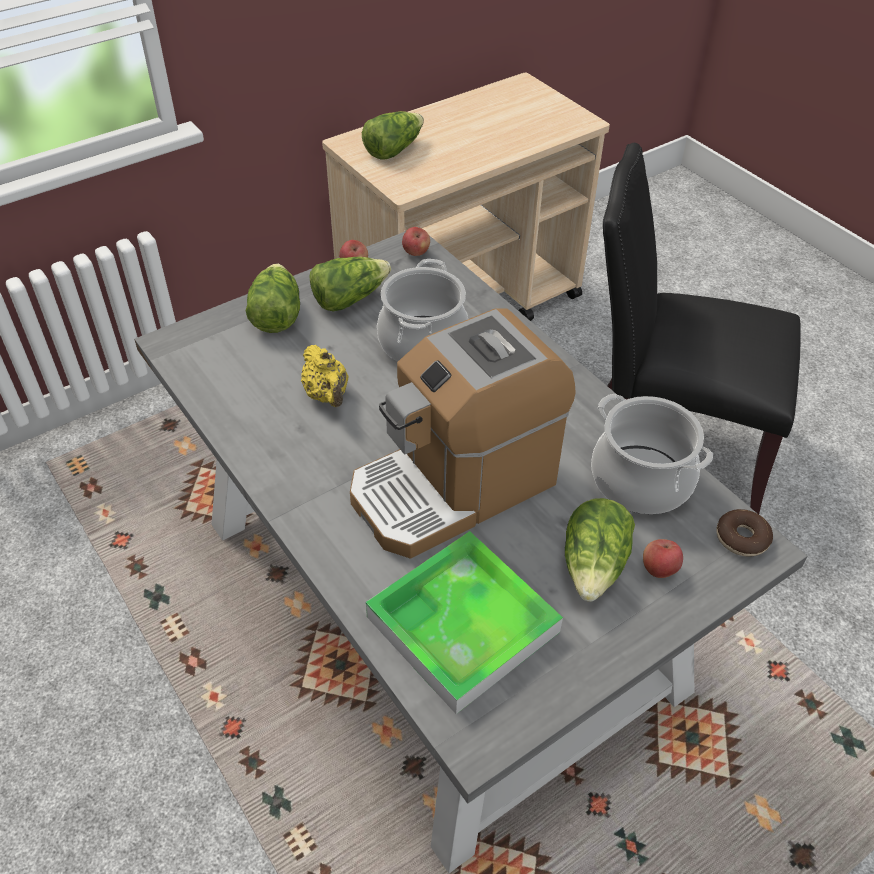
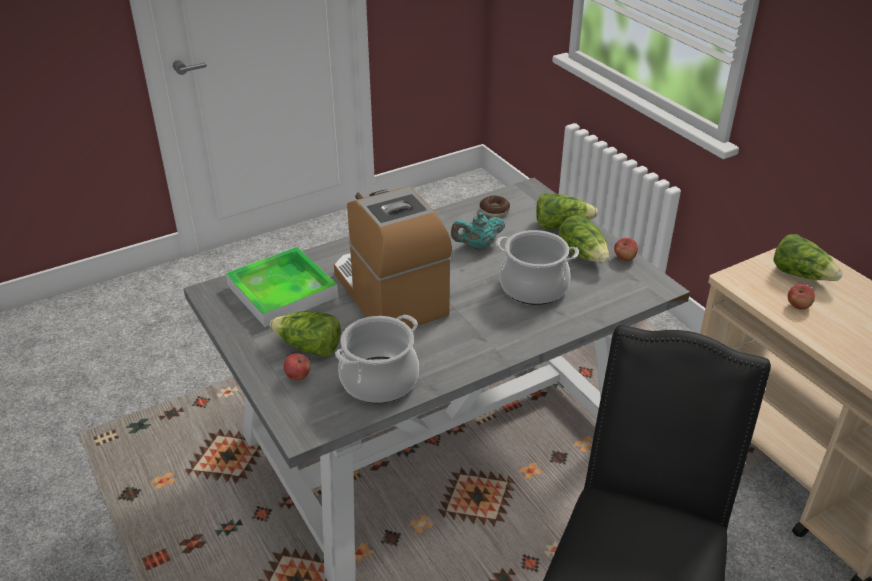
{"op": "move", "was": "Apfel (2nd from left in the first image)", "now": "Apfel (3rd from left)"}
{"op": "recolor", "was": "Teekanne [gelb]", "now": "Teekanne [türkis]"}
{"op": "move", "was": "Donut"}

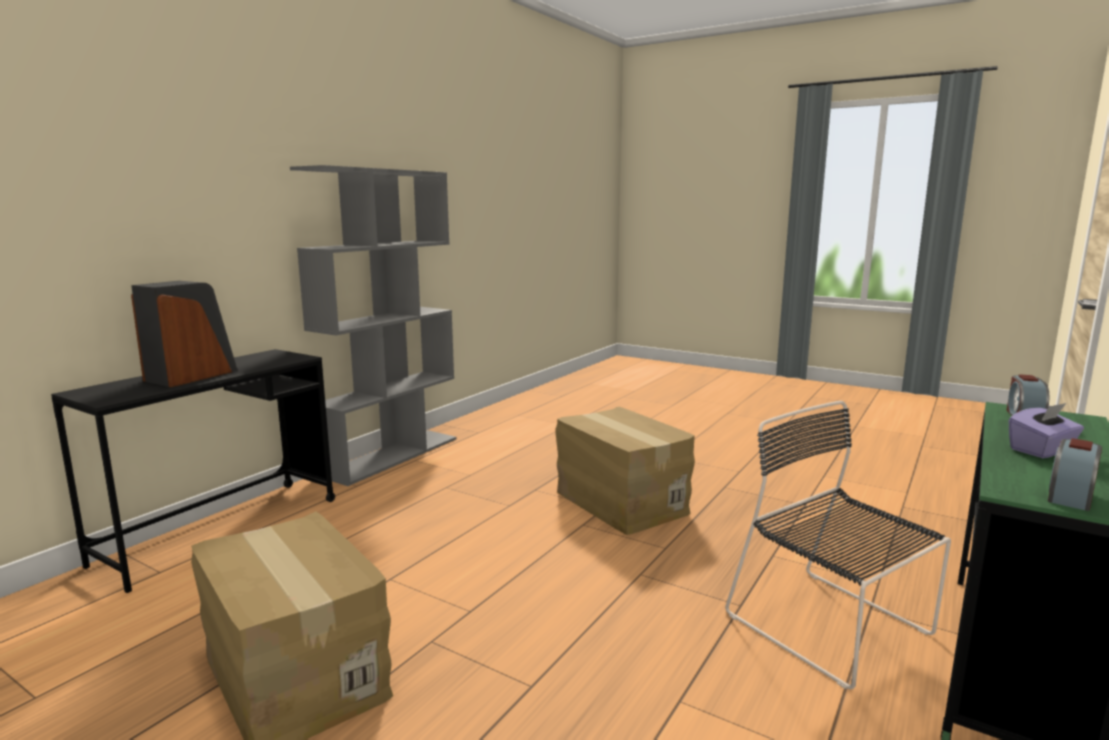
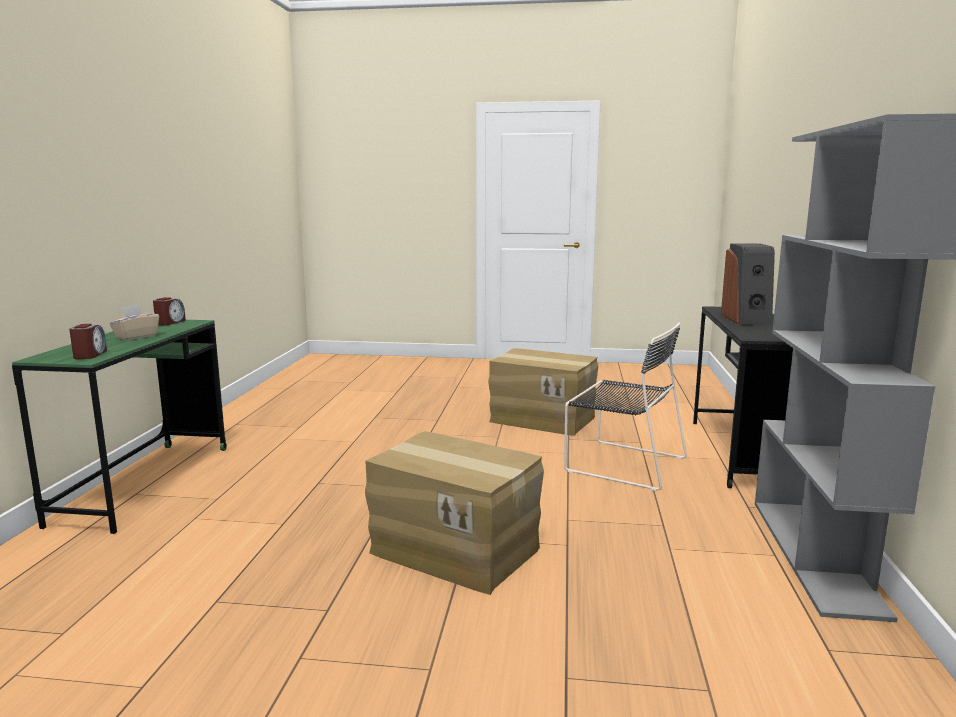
{"op": "move", "was": "Stuhl [schwarz]"}
{"op": "recolor", "was": "Taschentuchbox [lila]", "now": "Taschentuchbox [beige]"}

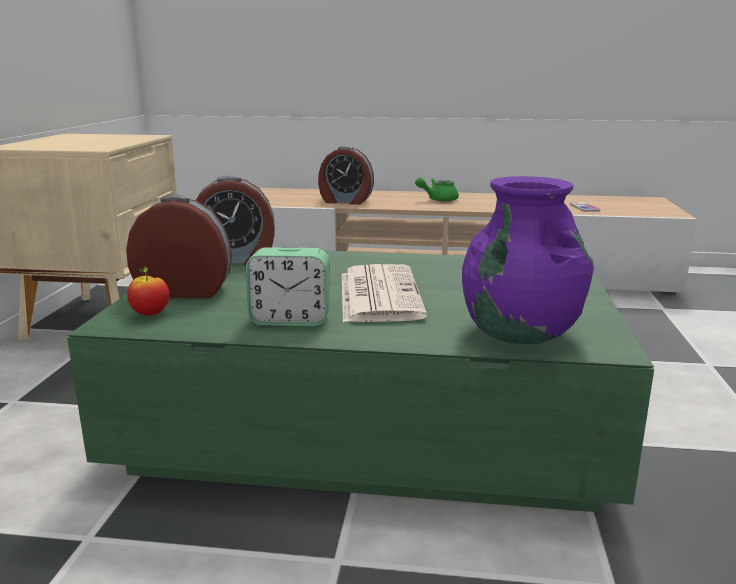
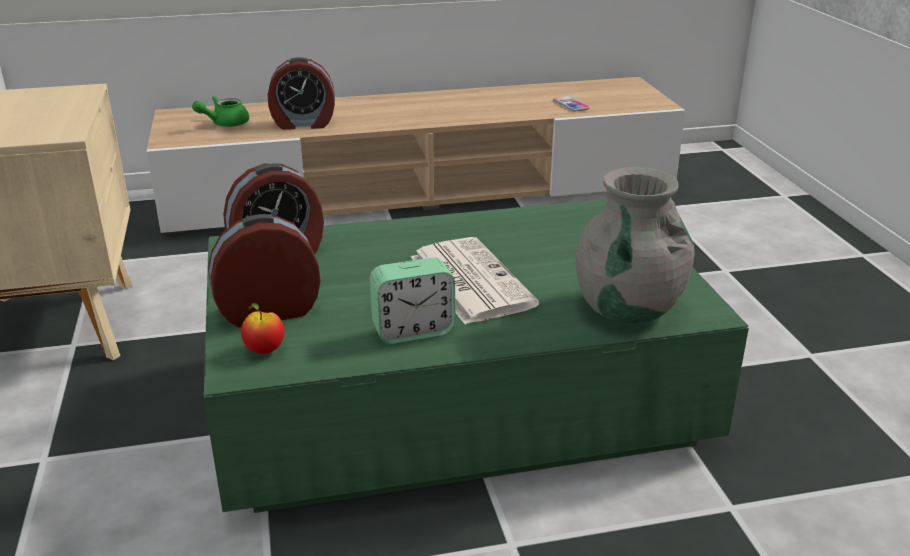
{"op": "recolor", "was": "Vase [lila]", "now": "Vase [grau]"}
{"op": "move", "was": "Teekanne [grün]"}

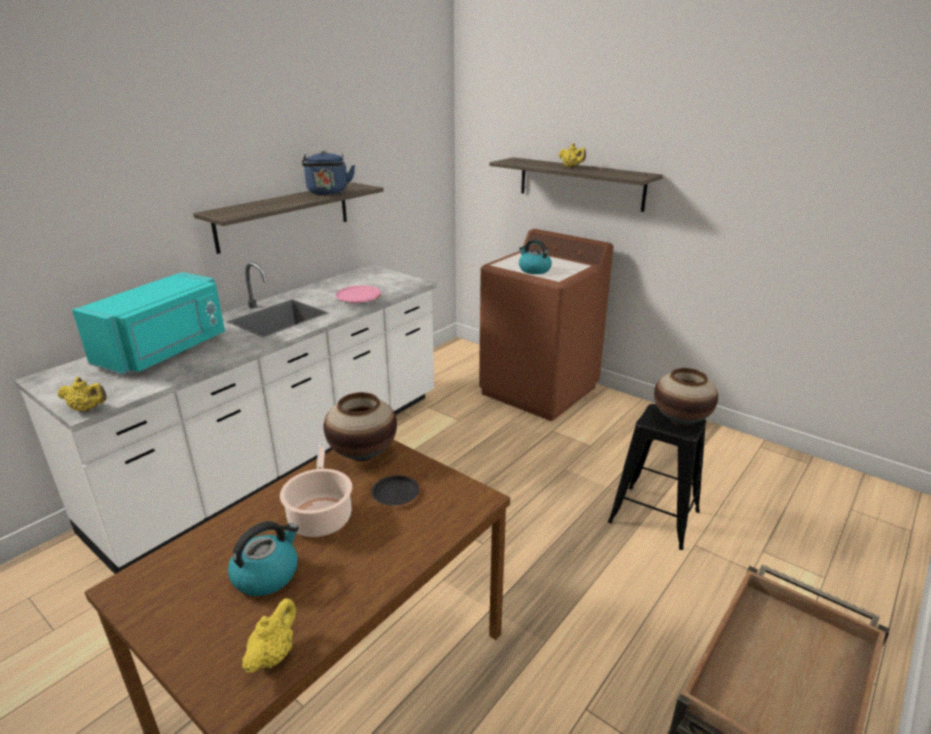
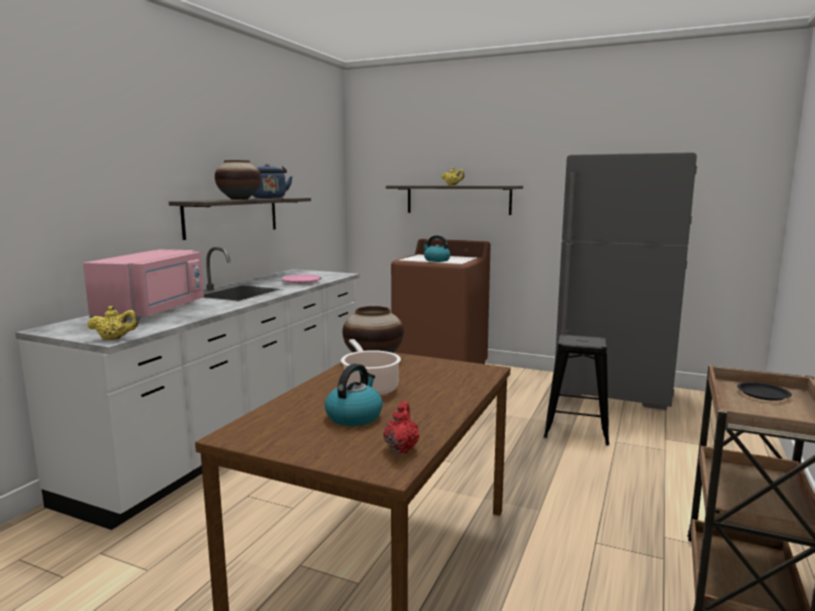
{"op": "recolor", "was": "Mikrowelle [türkis]", "now": "Mikrowelle [rosa]"}
{"op": "move", "was": "Vase (2nd from left in the first image)", "now": "Vase (1st from left)"}
{"op": "move", "was": "Teller [schwarz]"}
{"op": "recolor", "was": "Teekanne [gelb] (2nd from left)", "now": "Teekanne [rot]"}
{"op": "insert", "now": "Kühlschrank [grau]"}

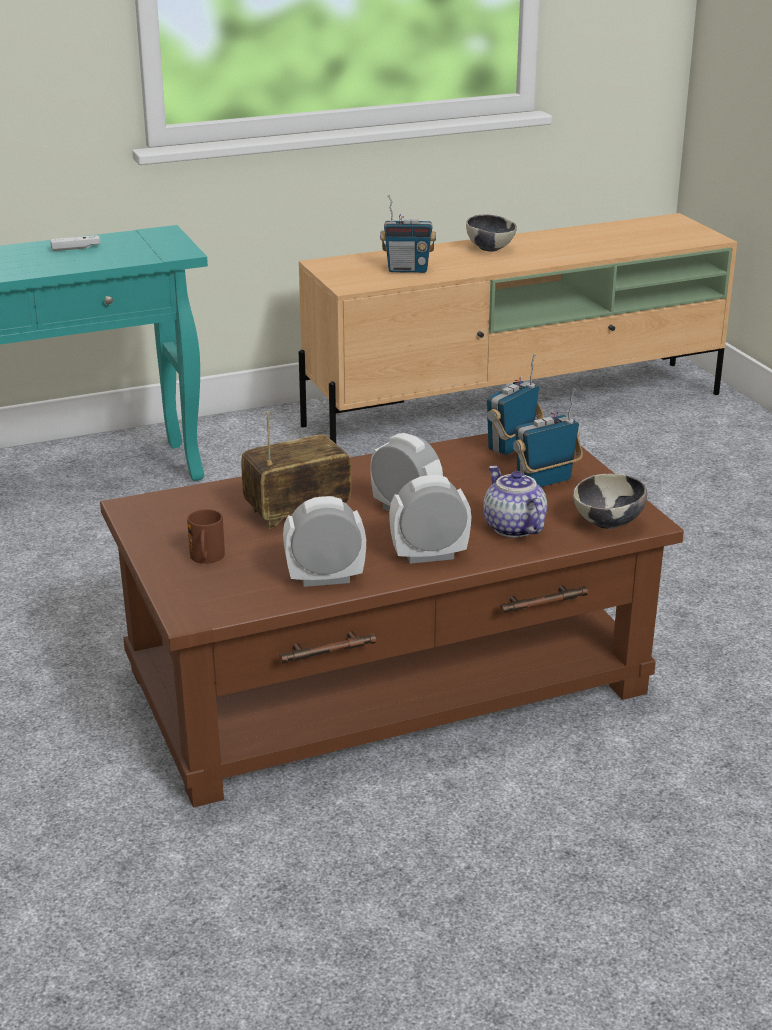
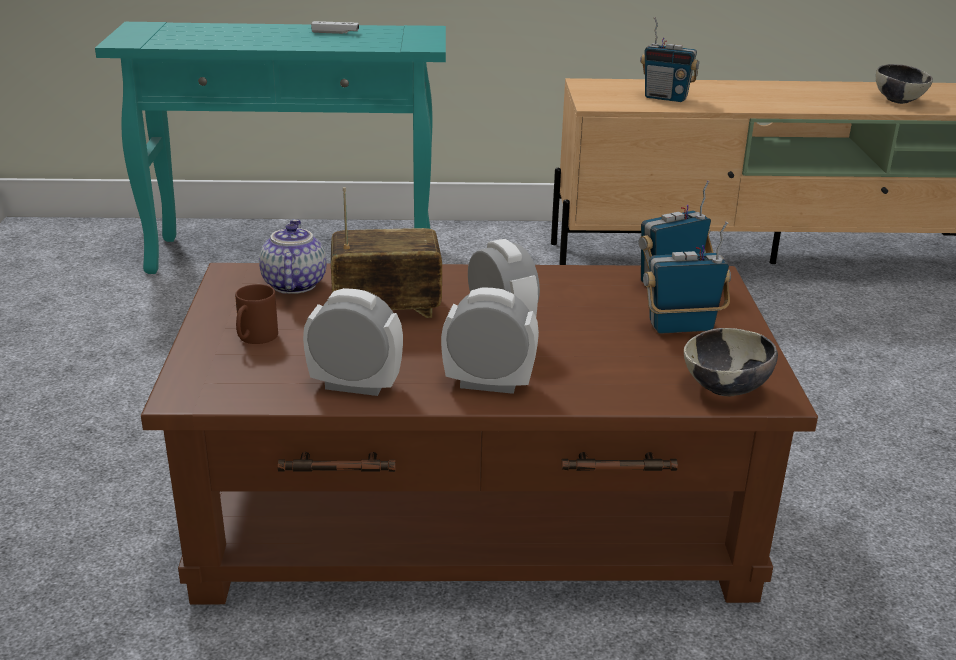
{"op": "move", "was": "Schüssel (1st from left in the first image)", "now": "Schüssel (2nd from left)"}
{"op": "move", "was": "Teekanne"}

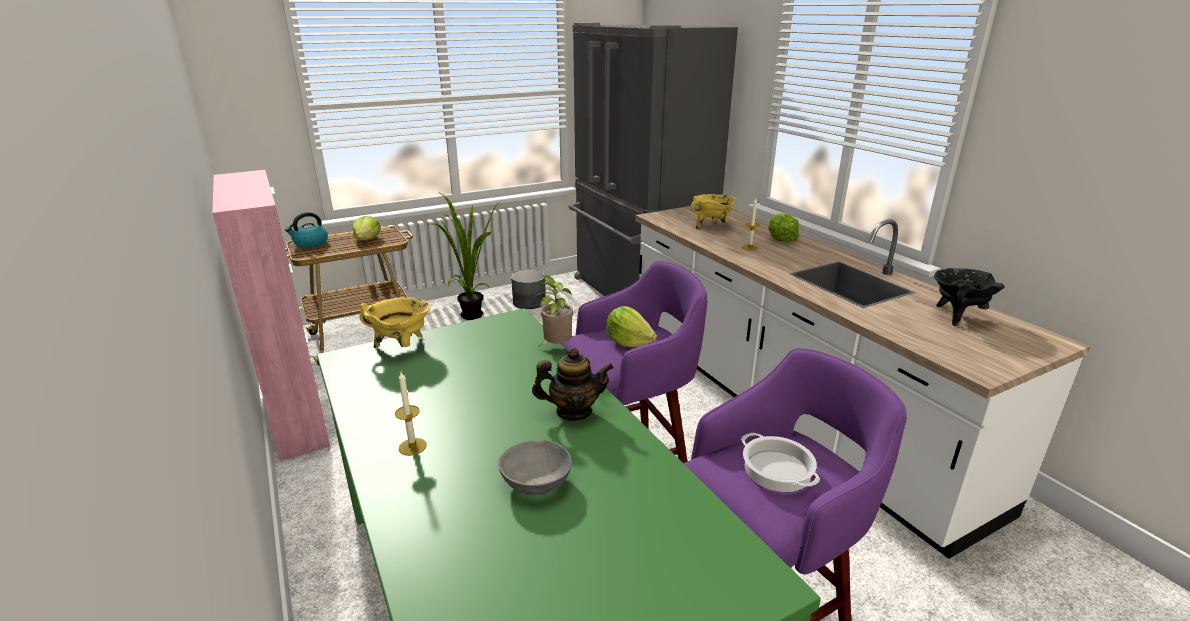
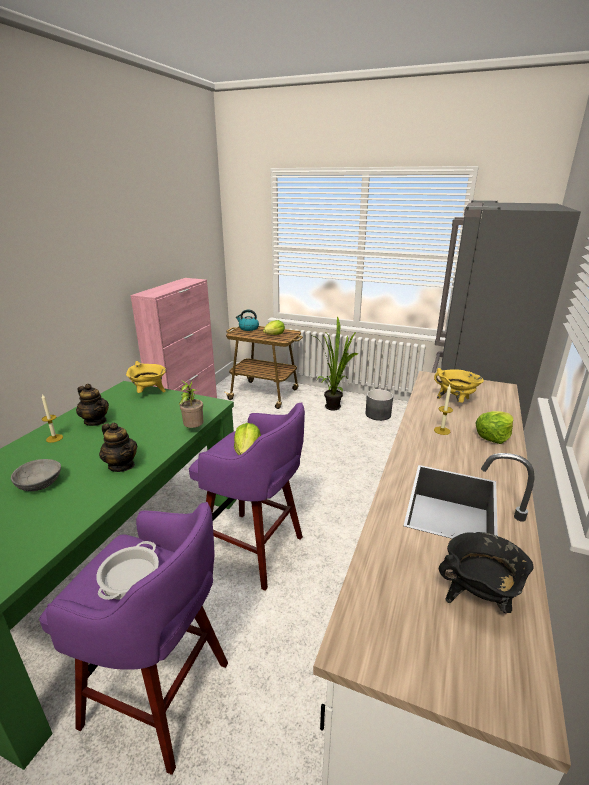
{"op": "insert", "now": "Teekanne (1st from left)"}

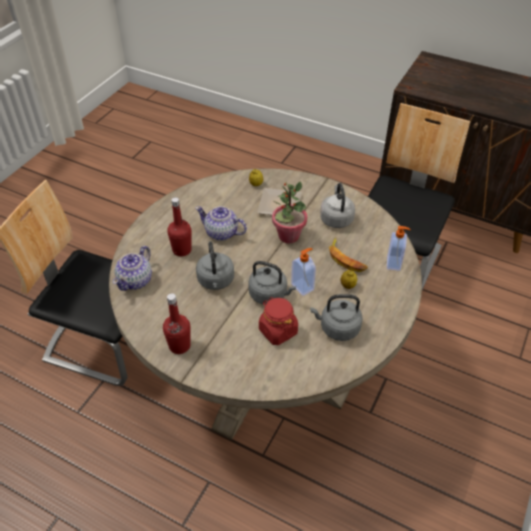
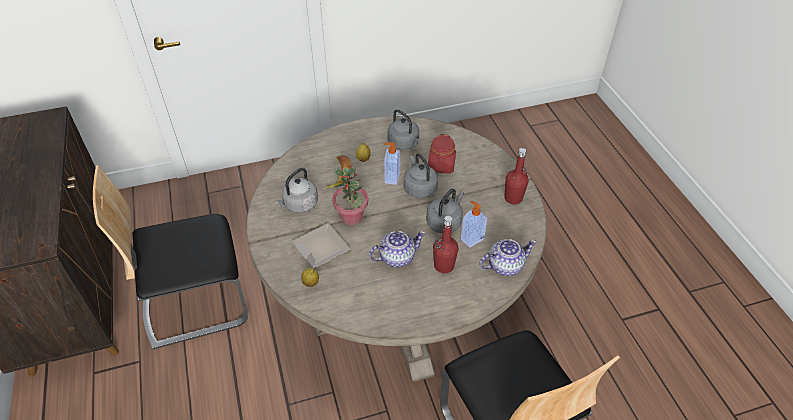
{"op": "rotate", "was": "Teekanne (2nd from left in the first image)", "clockwise": -90}
{"op": "move", "was": "Seifenspender (2nd from left)"}

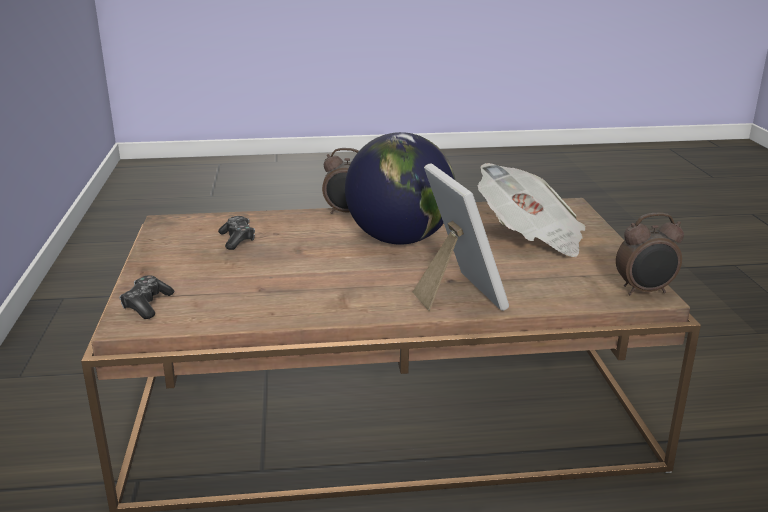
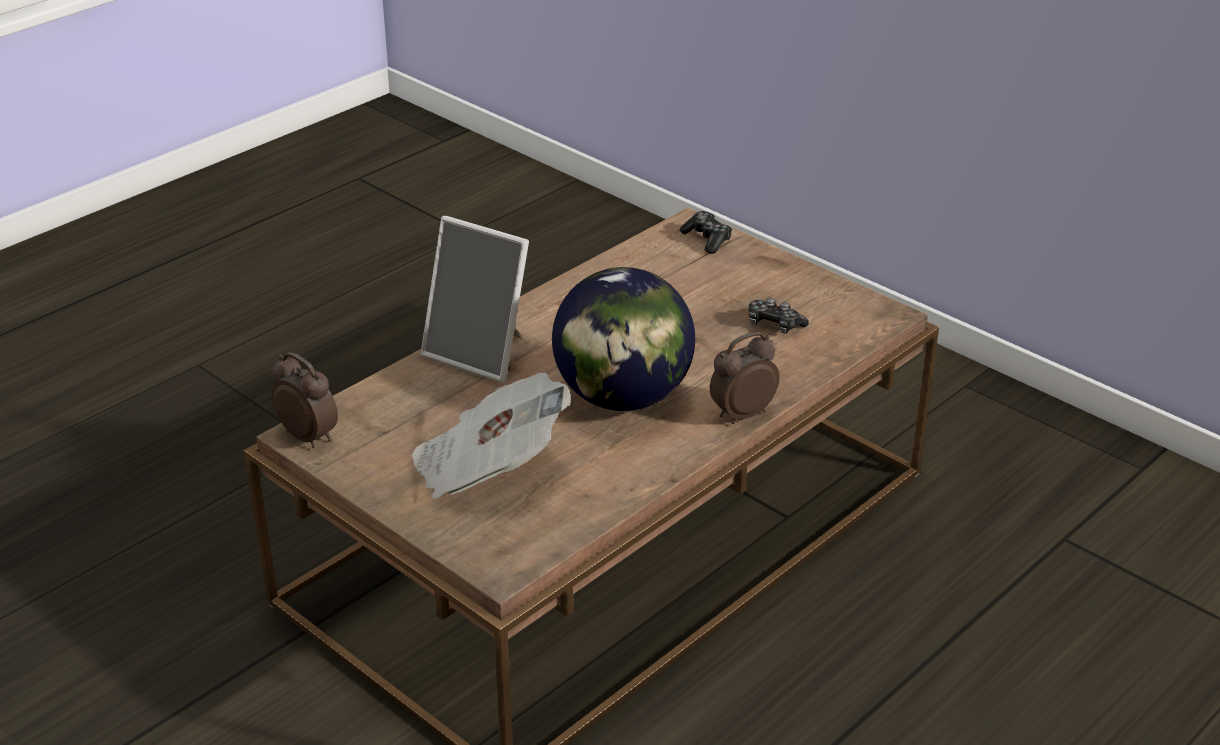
{"op": "rotate", "was": "Wecker (2nd from left in the first image)", "clockwise": 90}

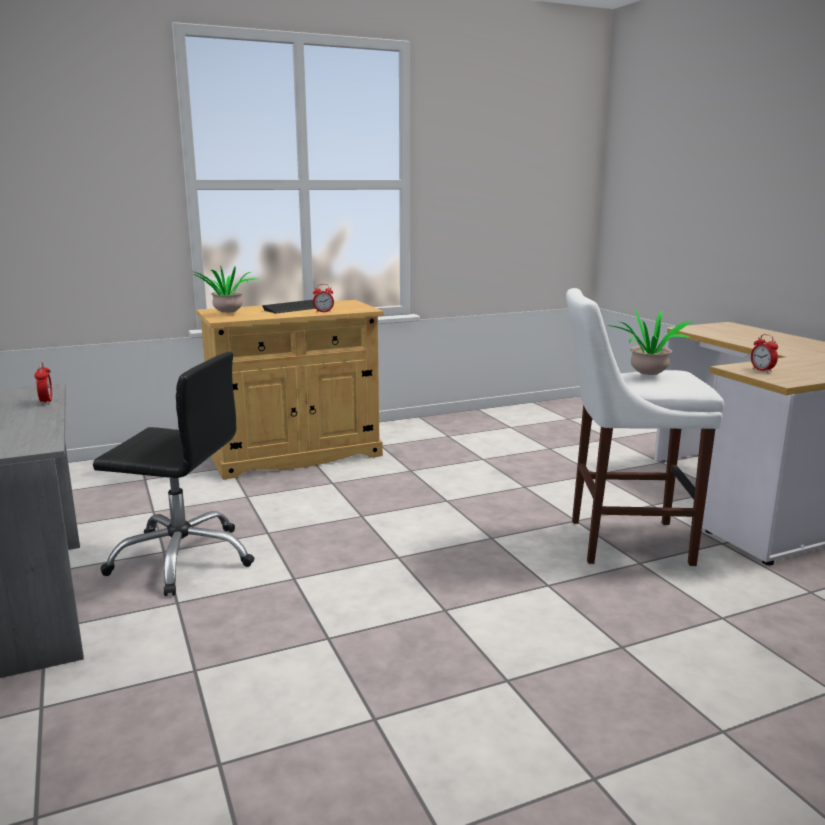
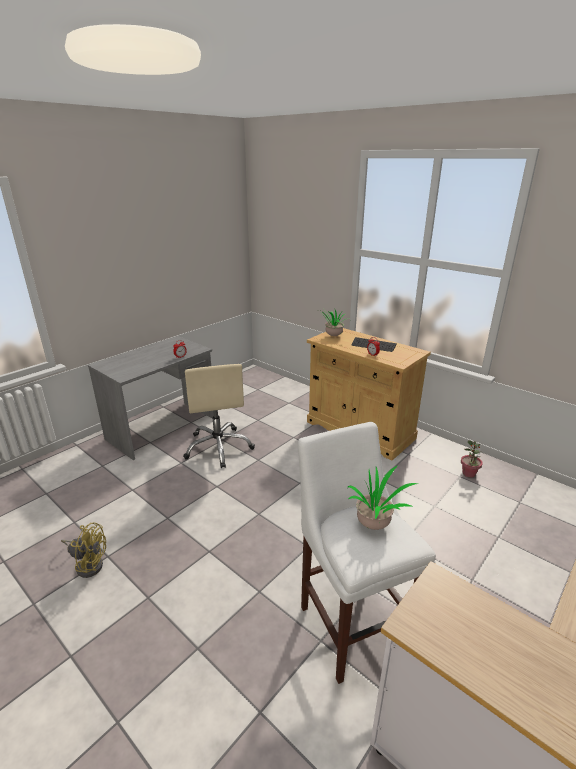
{"op": "delete", "was": "Wecker (3rd from left)"}
{"op": "recolor", "was": "Bürostuhl [schwarz]", "now": "Bürostuhl [beige]"}
{"op": "insert", "now": "Topfpflanze (3rd from left)"}
{"op": "insert", "now": "Ventilator [gelb]"}

